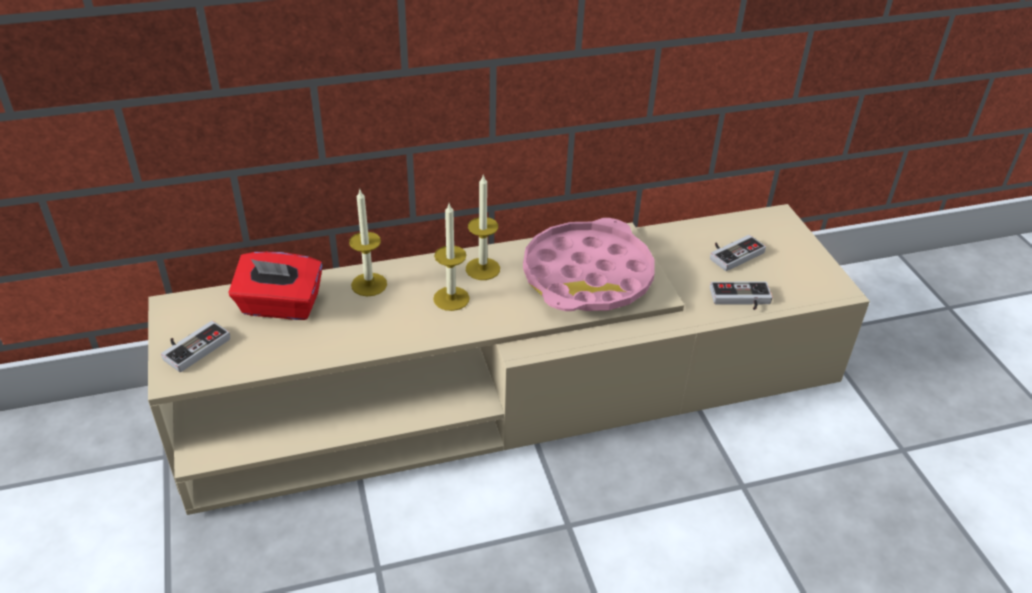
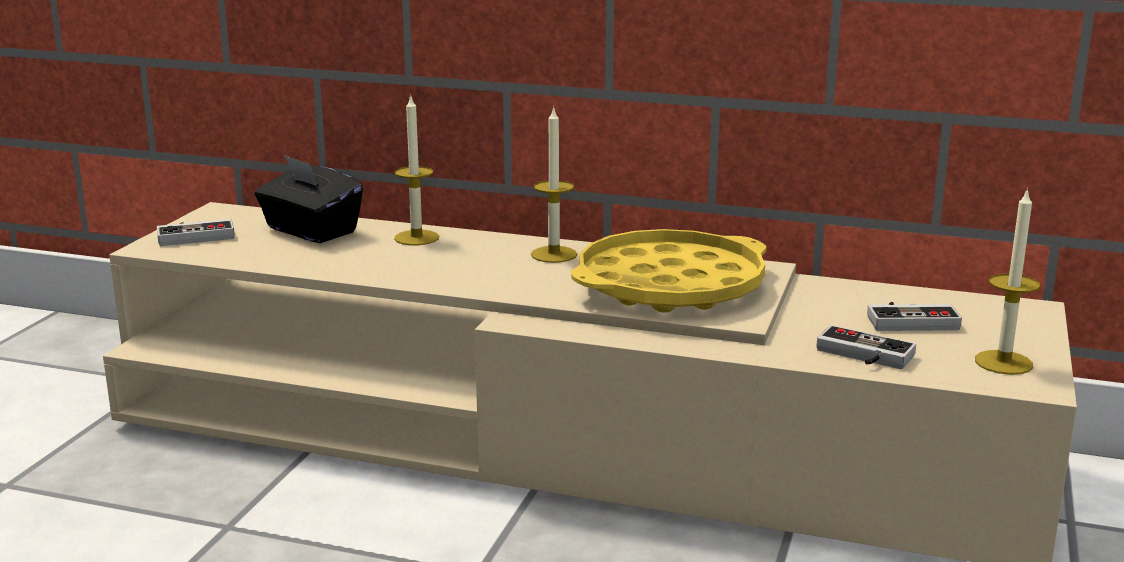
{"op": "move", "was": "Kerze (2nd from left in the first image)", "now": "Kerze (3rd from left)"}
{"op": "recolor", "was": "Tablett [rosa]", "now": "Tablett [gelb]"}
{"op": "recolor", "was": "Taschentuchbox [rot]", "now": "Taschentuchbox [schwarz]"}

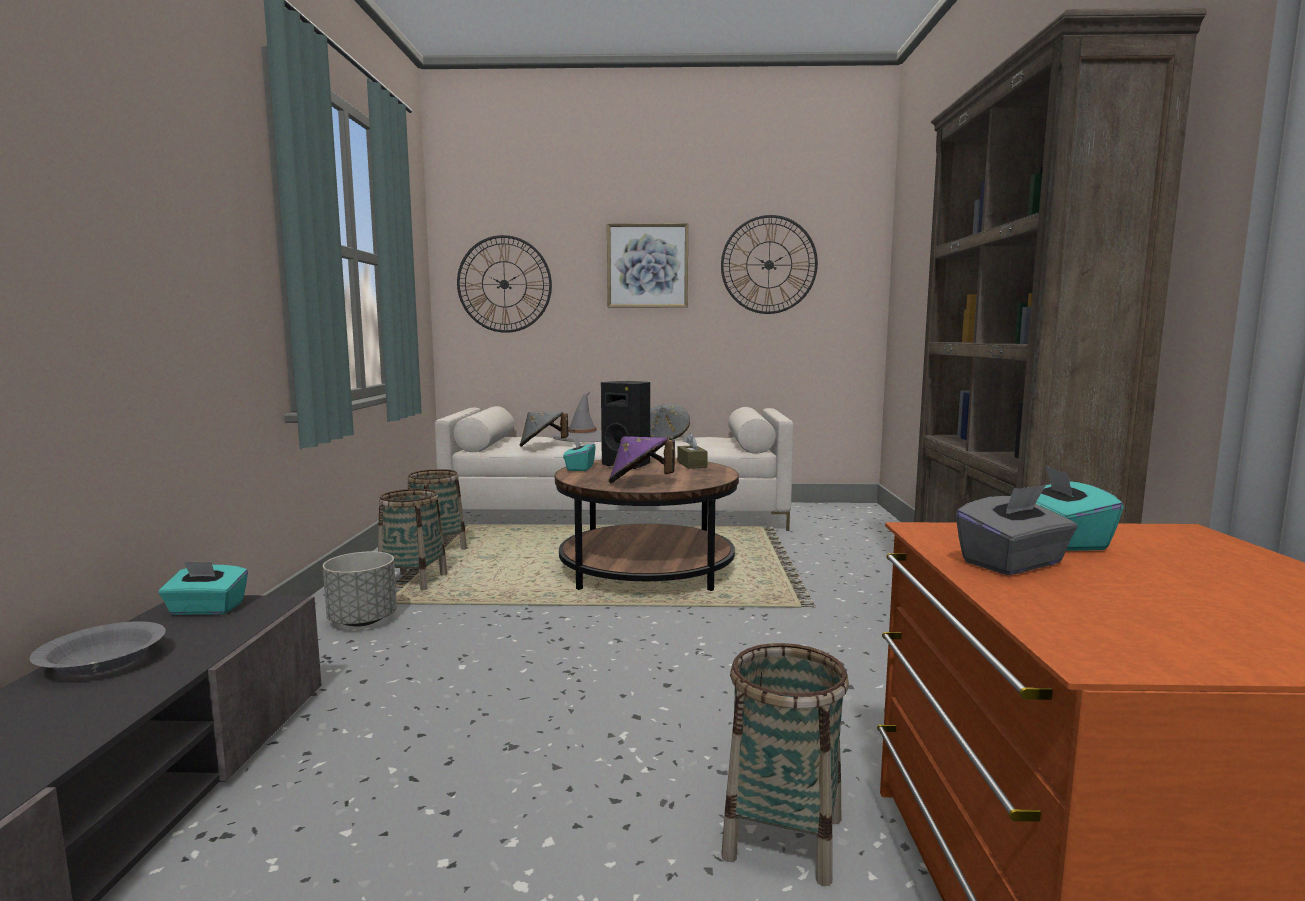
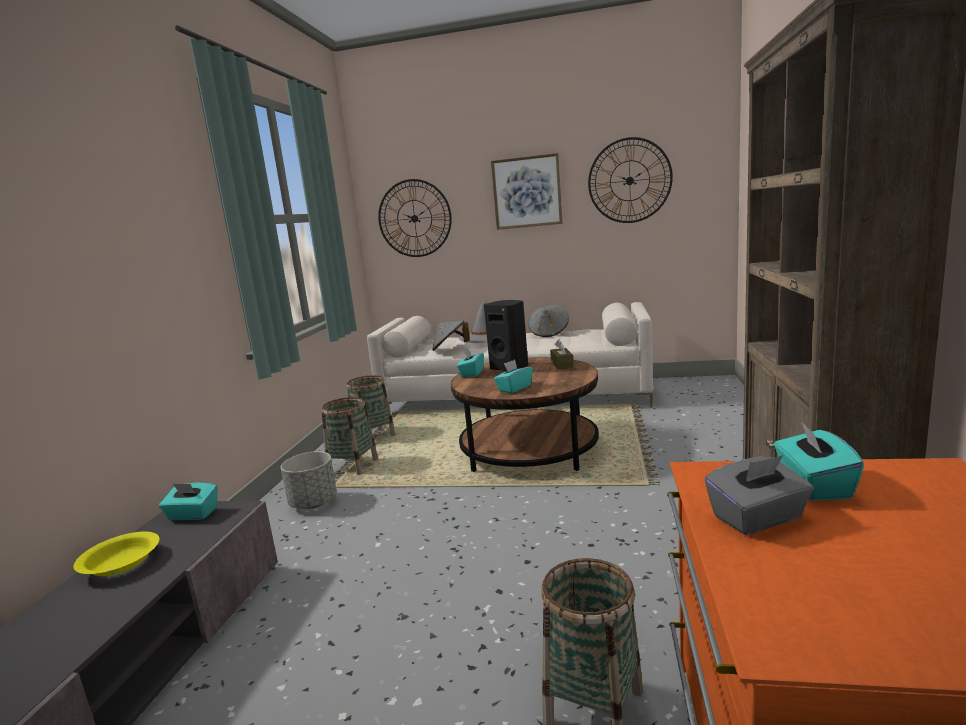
{"op": "replace", "was": "Hut [lila]", "now": "Taschentuchbox [türkis] (3rd from left)"}
{"op": "recolor", "was": "Schüssel [grau]", "now": "Schüssel [gelb]"}

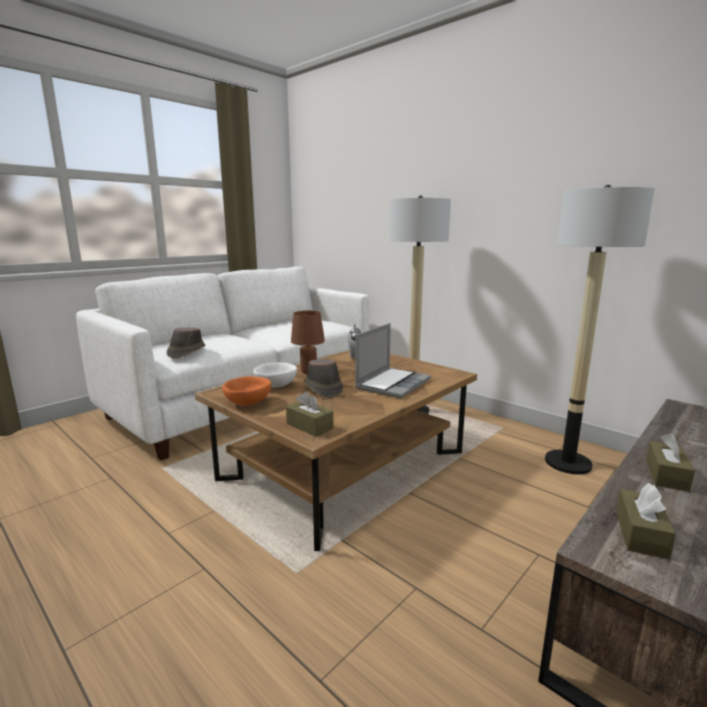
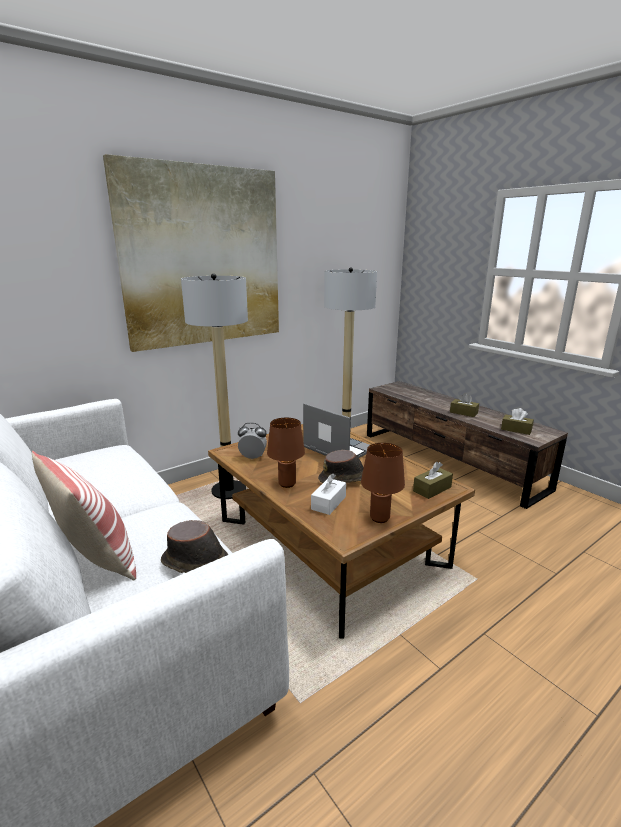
{"op": "replace", "was": "Schüssel [weiß]", "now": "Taschentuchbox [weiß]"}
{"op": "replace", "was": "Schüssel [orange]", "now": "Tischlampe [braun] (2nd from left)"}
{"op": "insert", "now": "Bild"}
{"op": "insert", "now": "Kissen"}

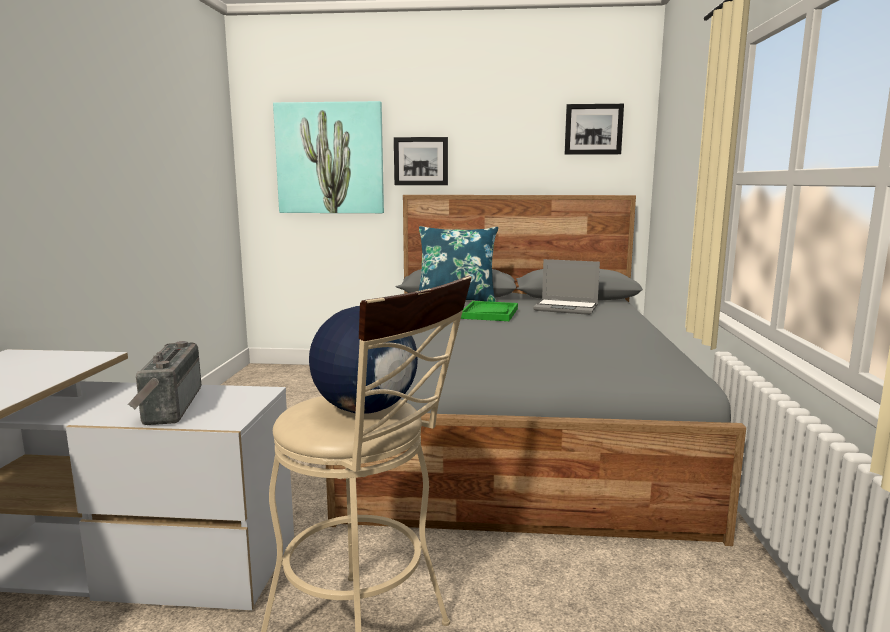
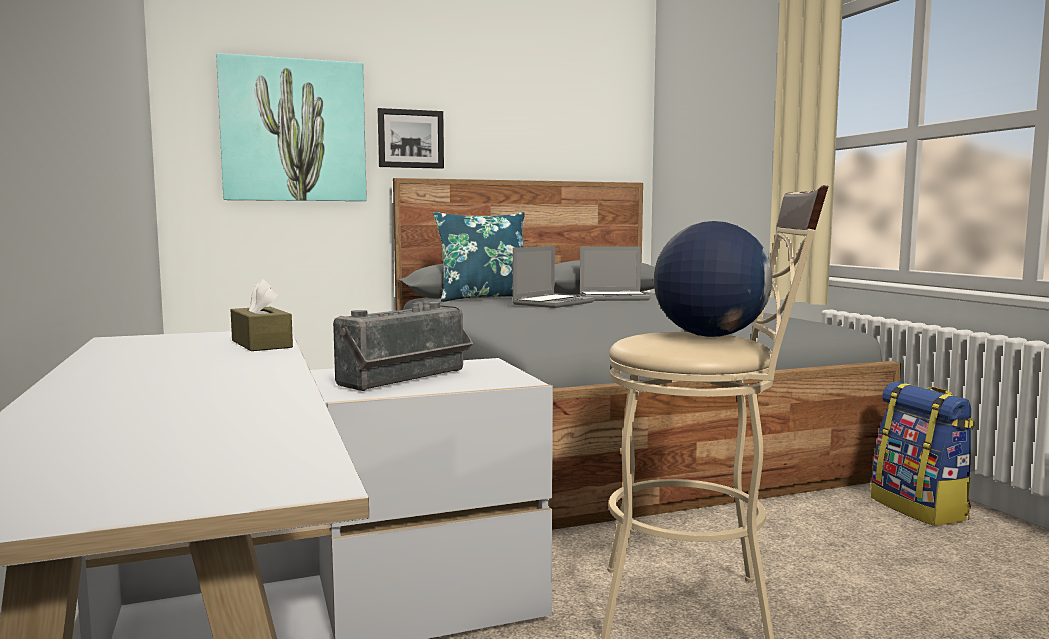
{"op": "delete", "was": "Bild (3rd from left)"}
{"op": "replace", "was": "Tablett [grün]", "now": "Laptop (1st from left)"}
{"op": "rotate", "was": "Radio", "clockwise": -105}
{"op": "insert", "now": "Taschentuchbox [braun]"}
{"op": "insert", "now": "Rucksack"}

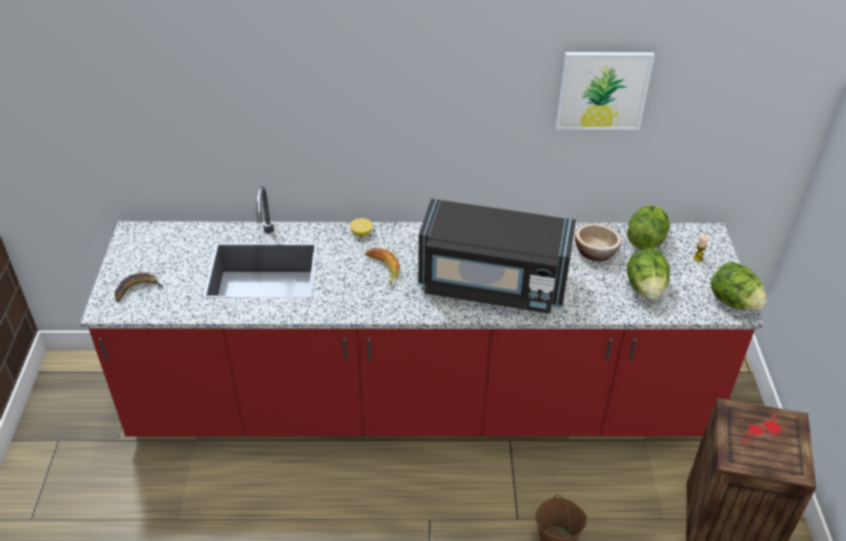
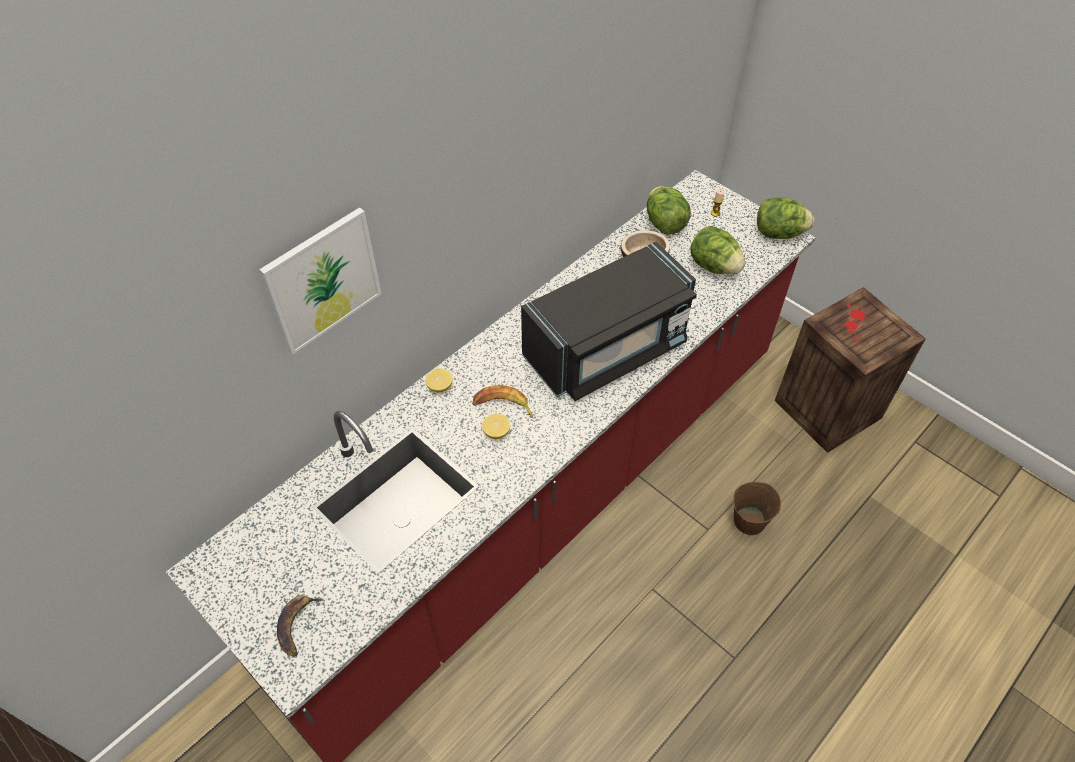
{"op": "move", "was": "Bild"}
{"op": "insert", "now": "Zitrone (2nd from left)"}

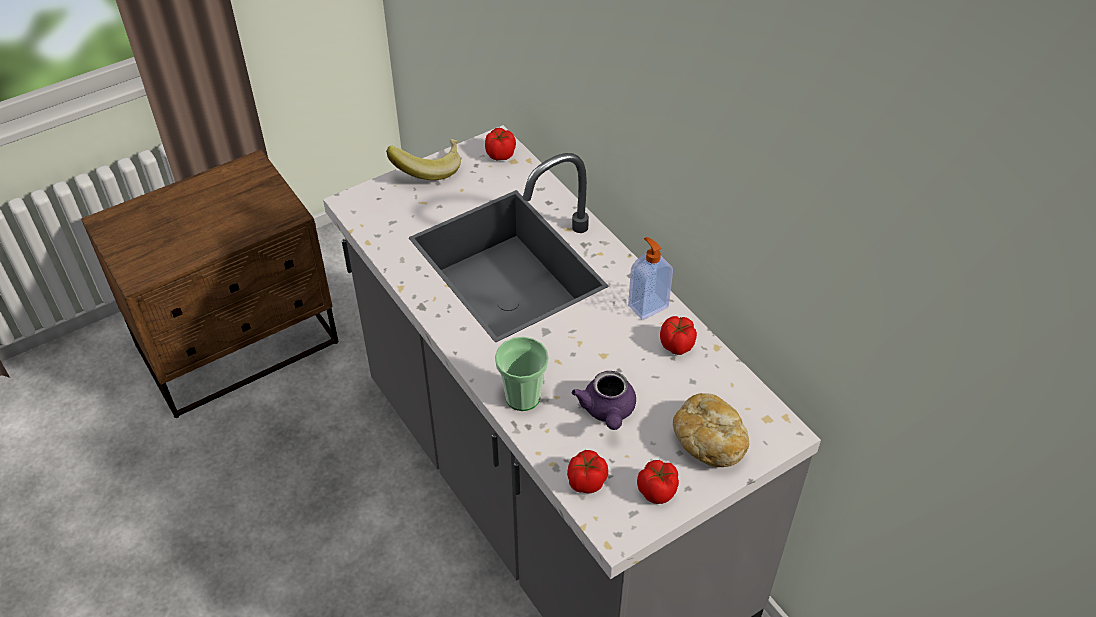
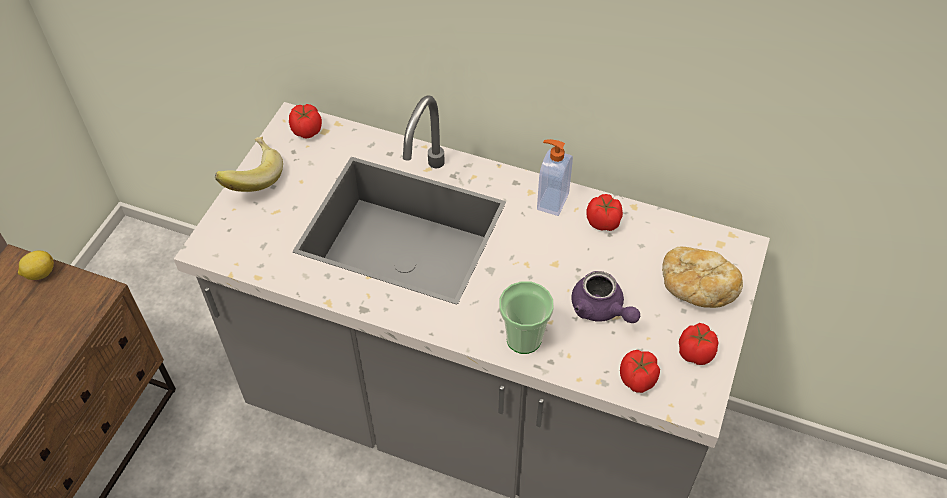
{"op": "insert", "now": "Zitrone"}

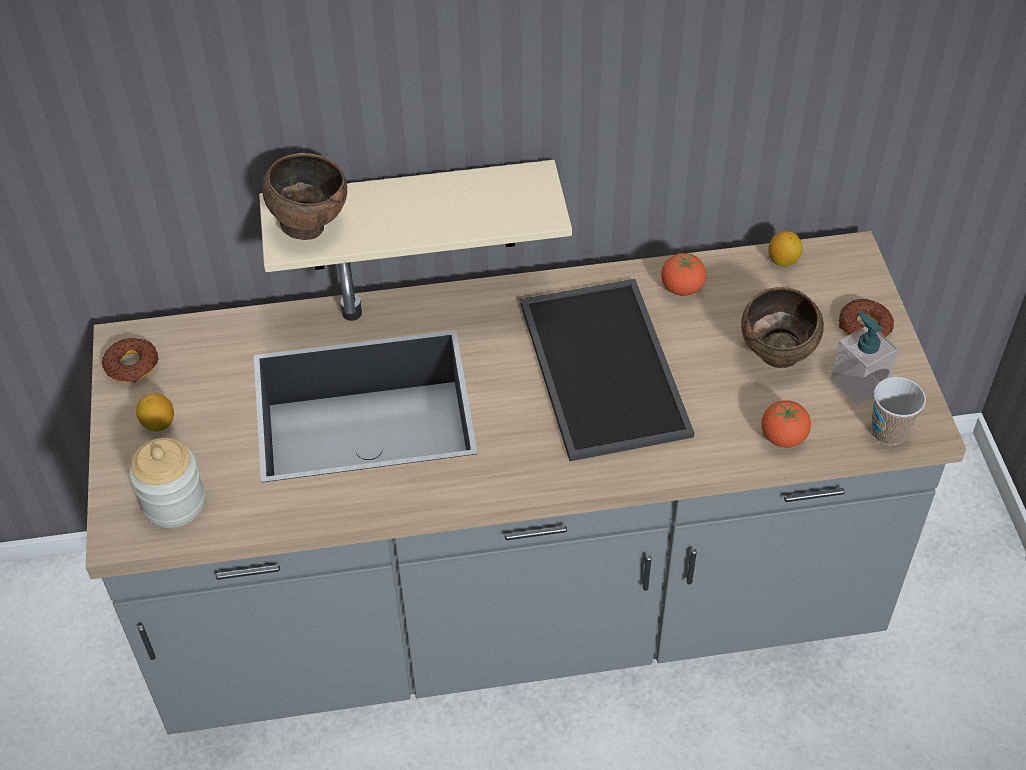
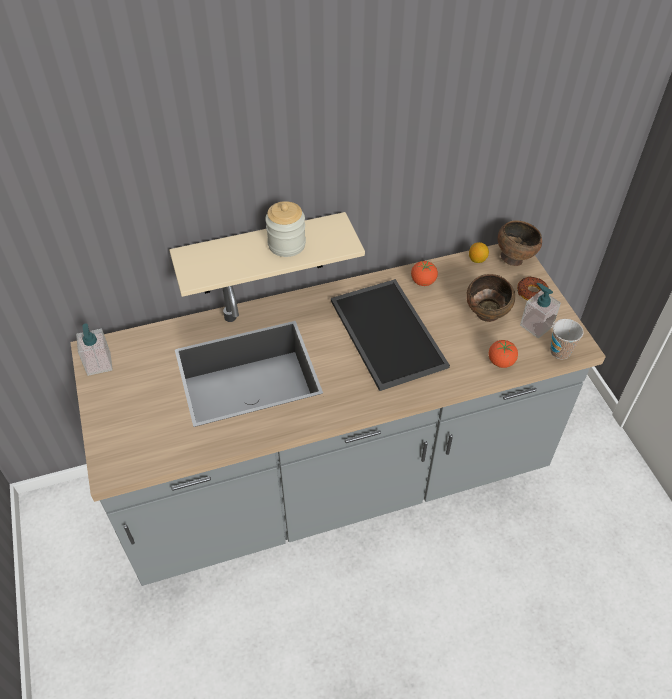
{"op": "move", "was": "Schüssel [braun] (1st from left in the first image)", "now": "Schüssel [braun] (2nd from left)"}
{"op": "replace", "was": "Donut (1st from left)", "now": "Seifenspender (1st from left)"}
{"op": "delete", "was": "Zitrone (1st from left)"}
{"op": "move", "was": "Vorratsglas"}

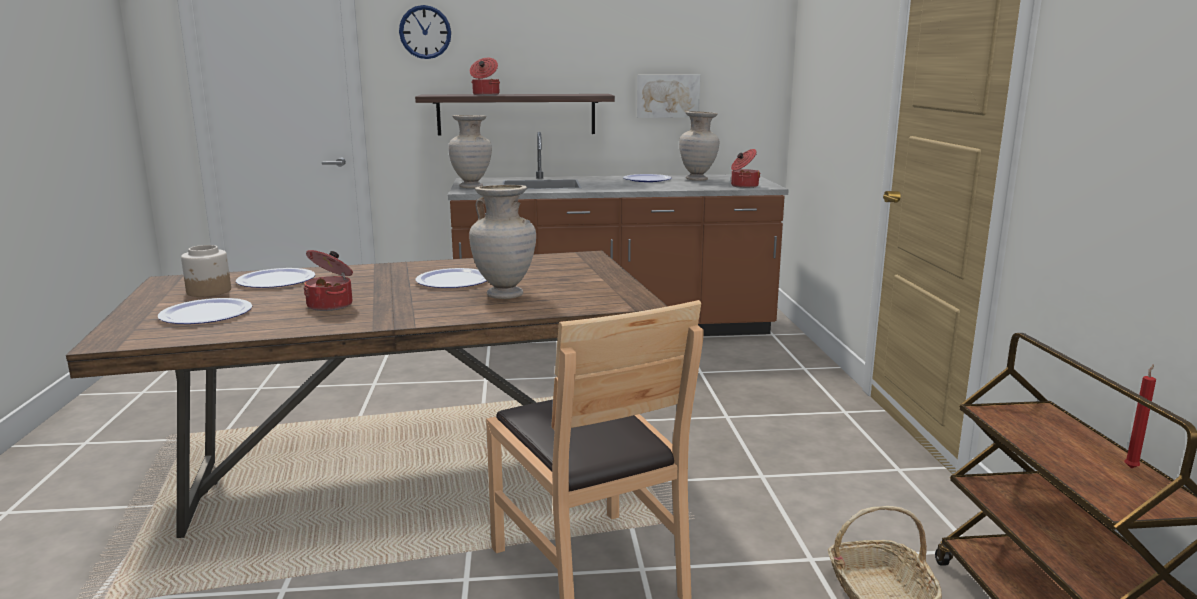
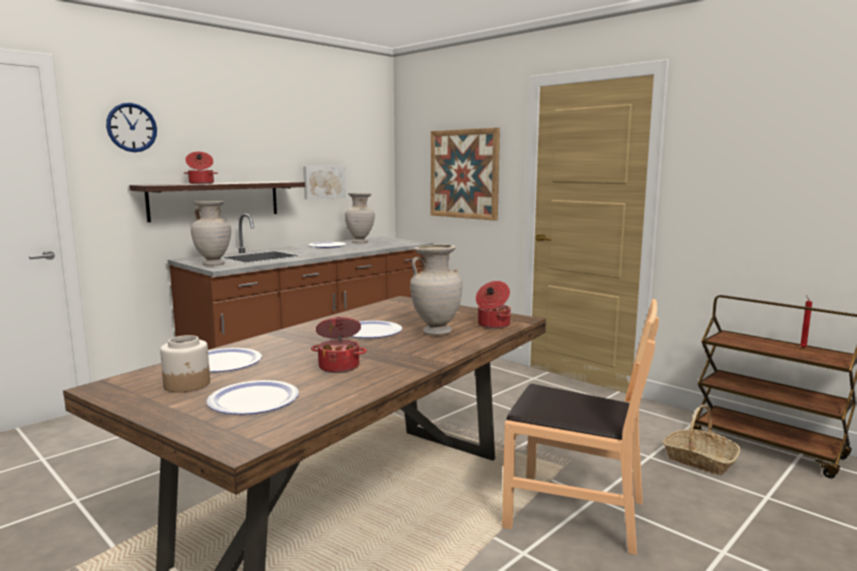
{"op": "move", "was": "Kochtopf (3rd from left)"}
{"op": "insert", "now": "Bild (2nd from left)"}

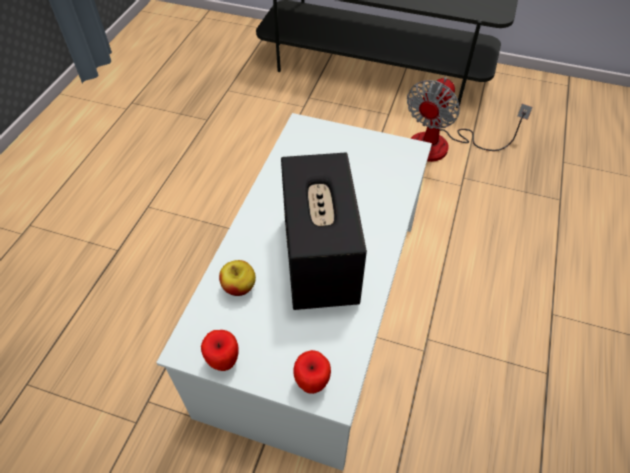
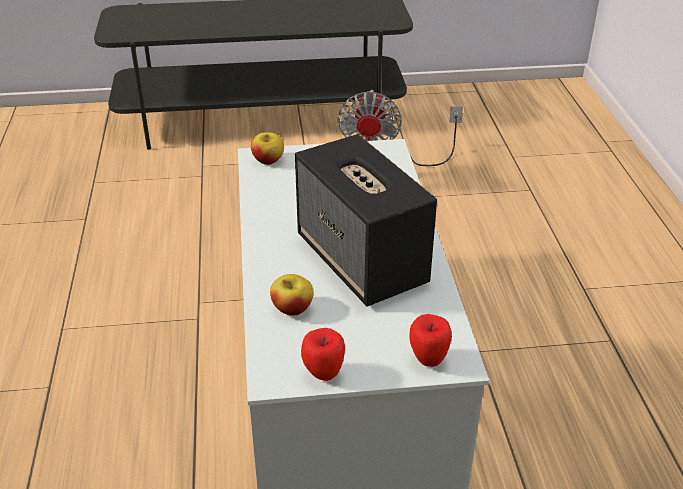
{"op": "insert", "now": "Apfel (1st from left)"}

